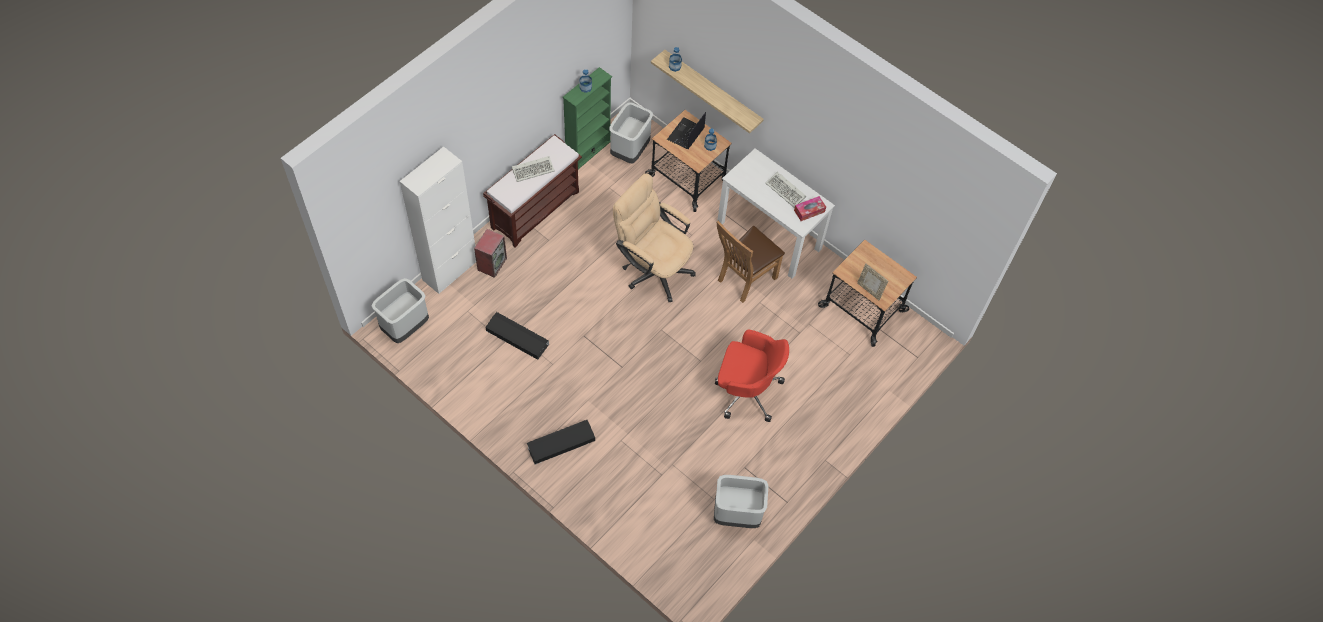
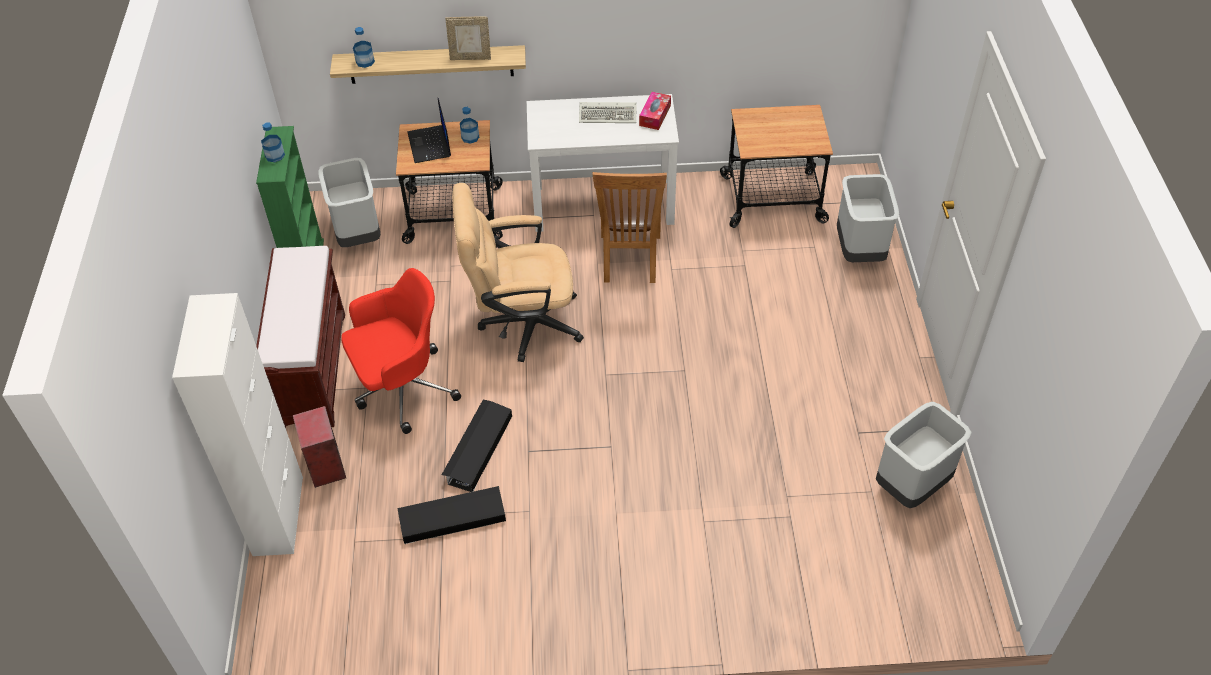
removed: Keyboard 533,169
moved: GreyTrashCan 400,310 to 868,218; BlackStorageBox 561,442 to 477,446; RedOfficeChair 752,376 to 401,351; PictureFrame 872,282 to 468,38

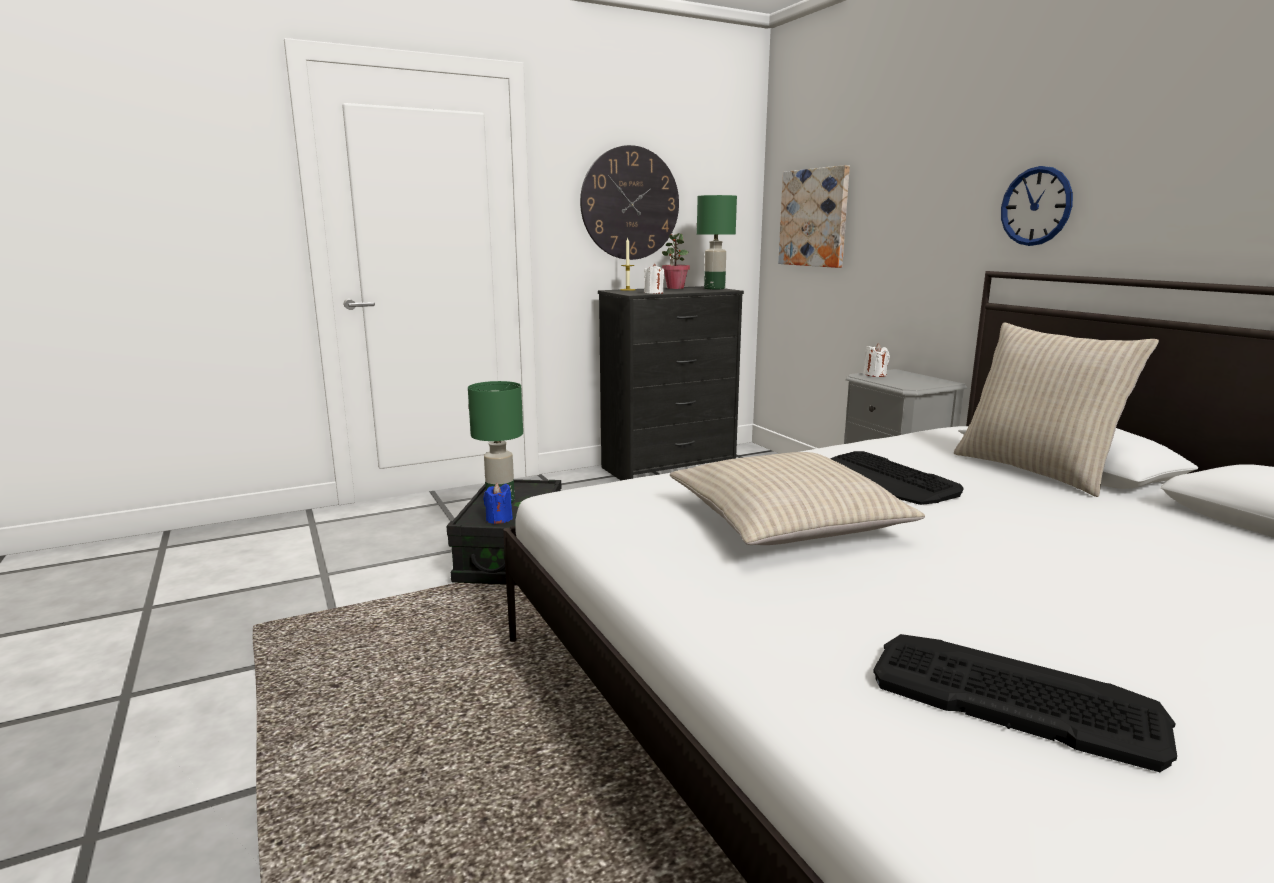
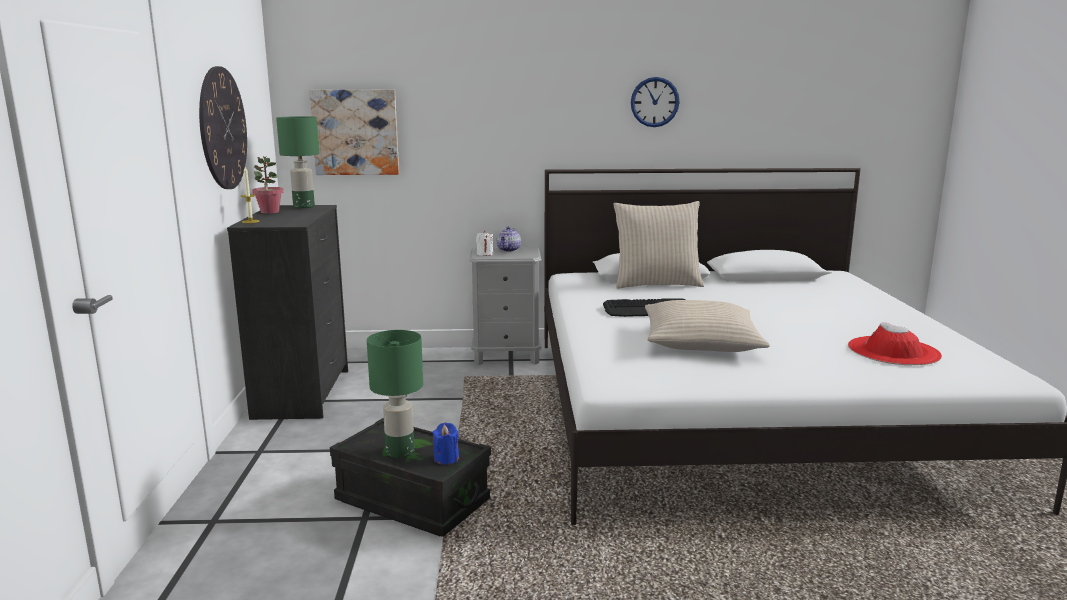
removed: WhiteCandle 654,279
added: Teapot 509,239
moved: WallClock 1037,206 to 655,102
replaced: Keyboard 1025,703 to RedHat 895,343

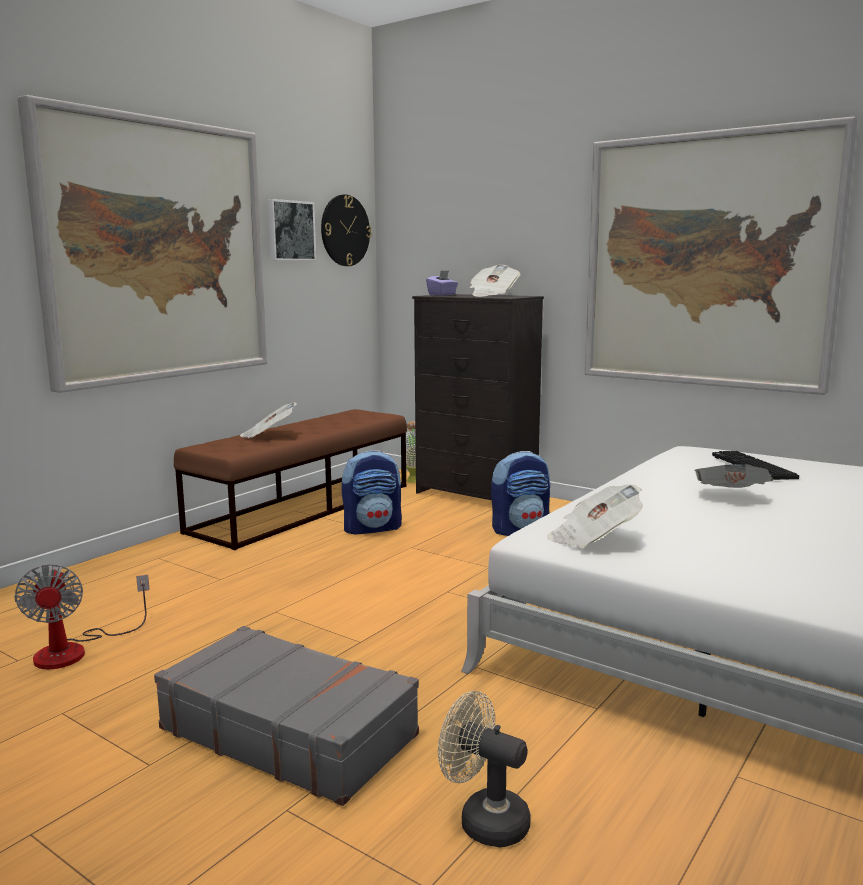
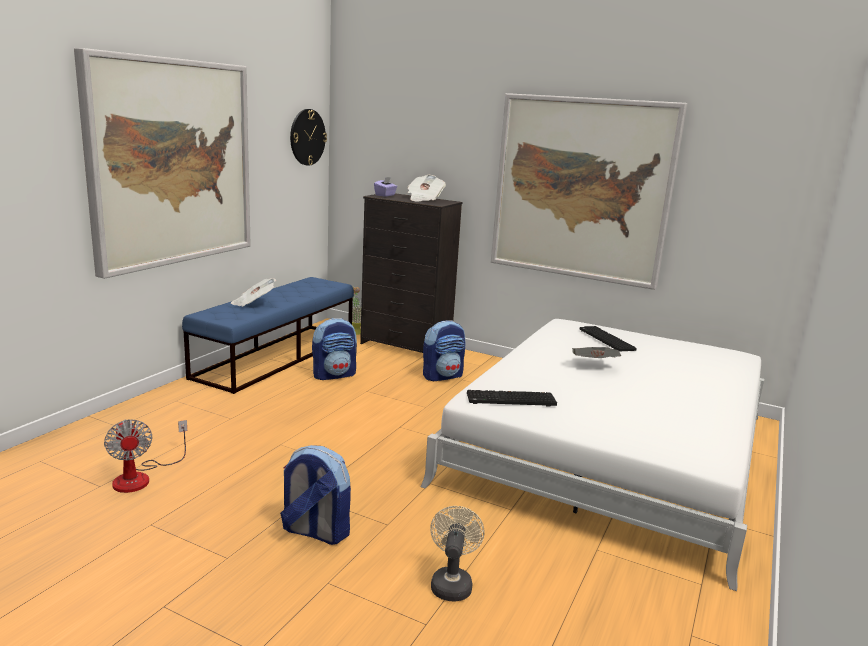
removed: Picture 291,230
replaced: GreySuitcase 286,716 to Backpack 315,495; Newspaper 595,516 to Keyboard 512,398
recoloured: BrownBench 290,479 to BlueBench 268,335
turned: BeigeFan 484,769 = 457,554 75 degrees clockwise

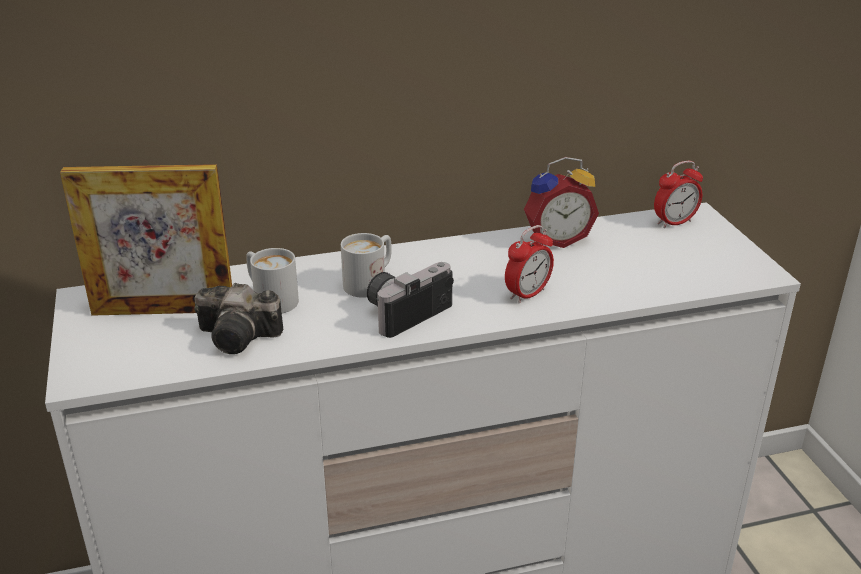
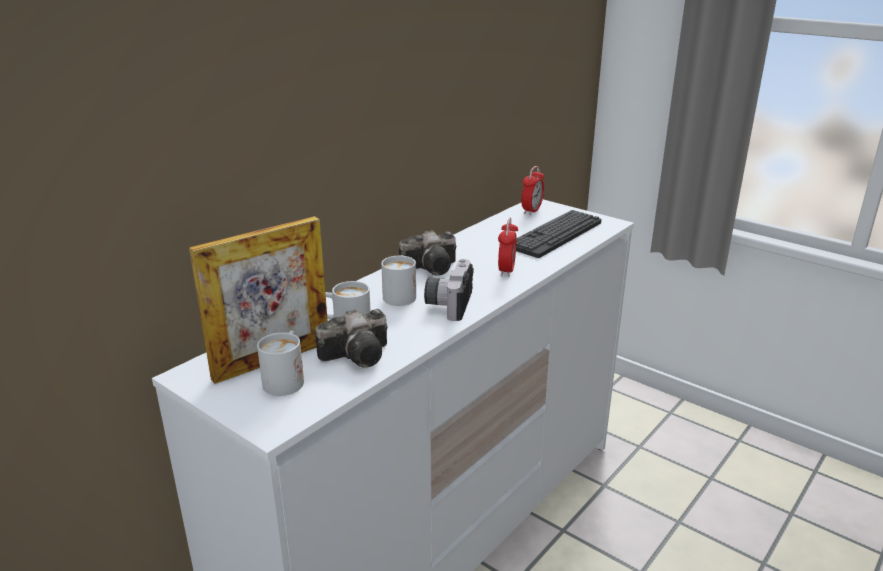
removed: AlarmClock 561,202
added: WhiteMug 280,363; PhotoCamera 427,253; Keyboard 558,234

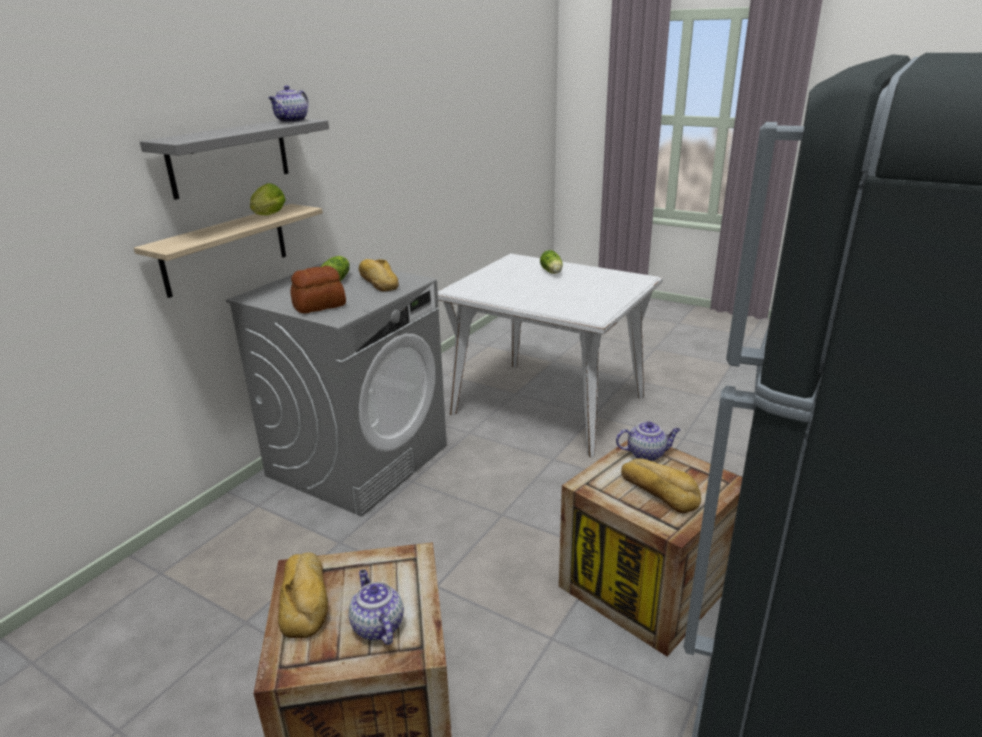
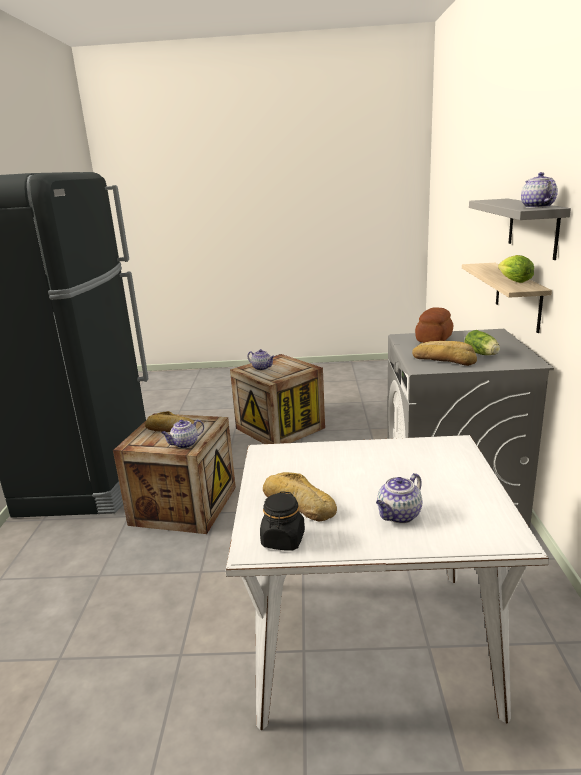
added: BlackJar 282,521
moved: Bread 303,595 to 300,496
replaced: Lettuce 551,262 to Teapot 399,498

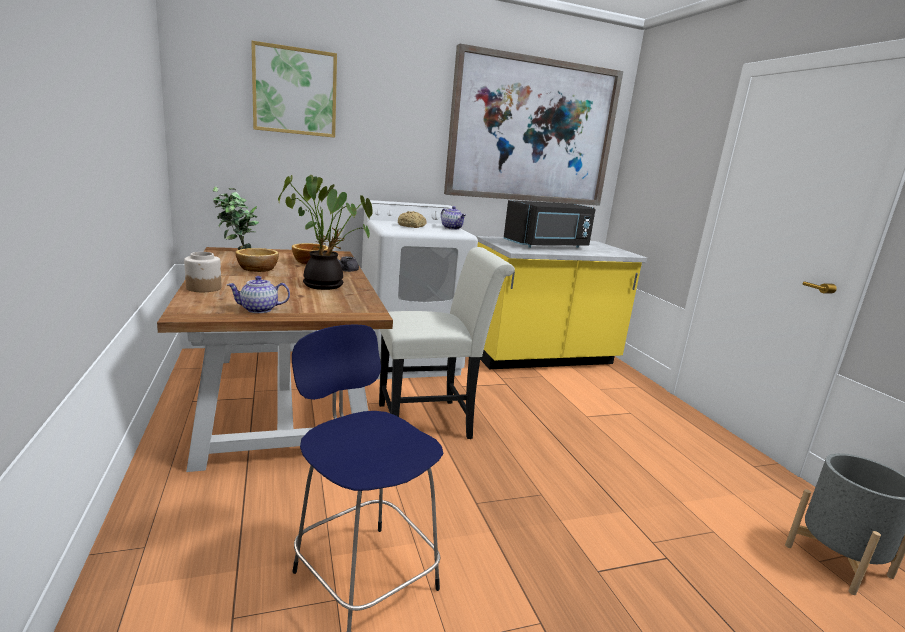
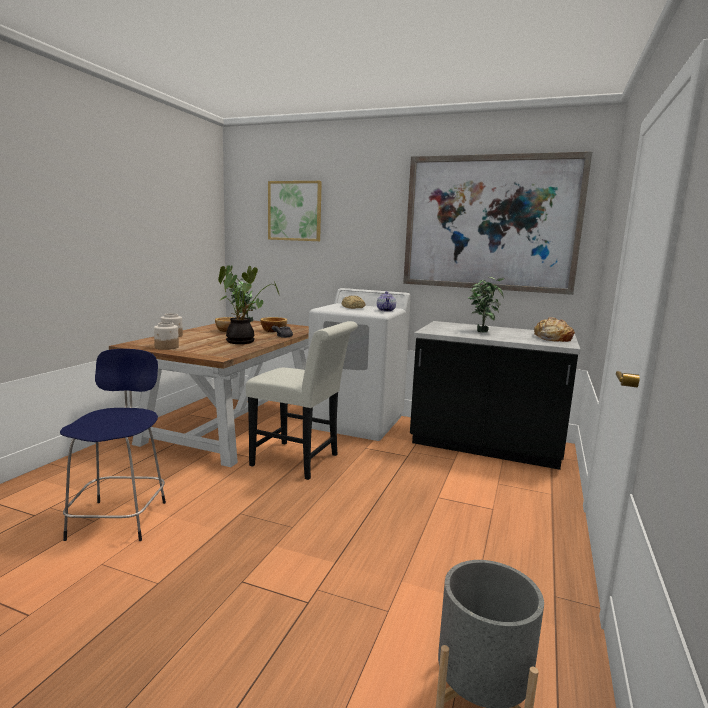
added: Bread 554,329
replaced: Teapot 258,294 to Jar 166,336; BlackMicrowave 549,224 to PottedPlant 486,304
recoloured: YellowCounter 561,302 to BlackCounter 495,395

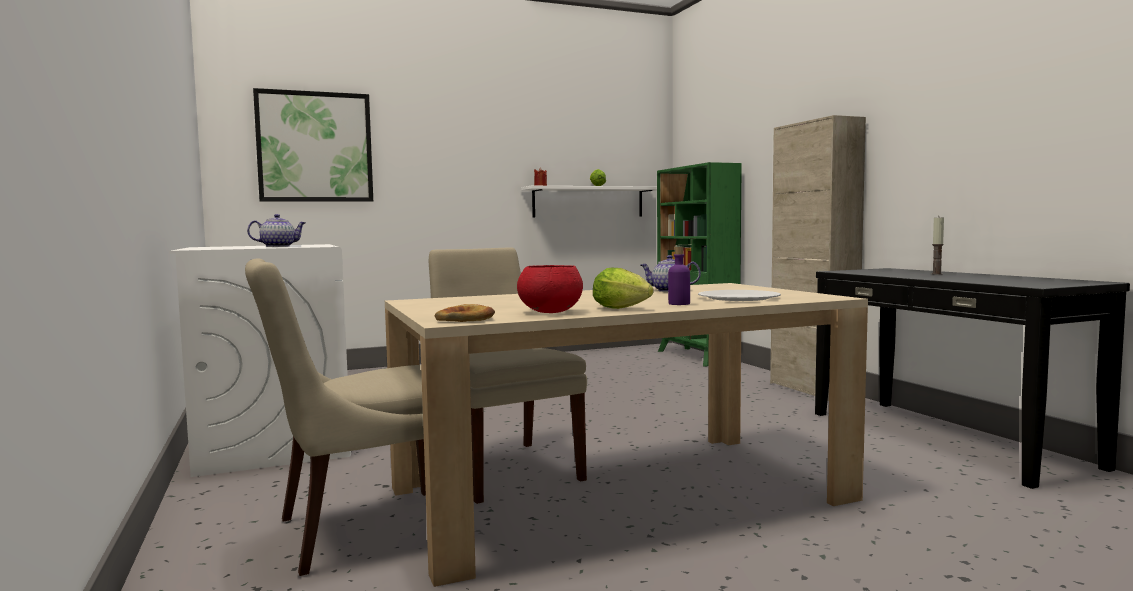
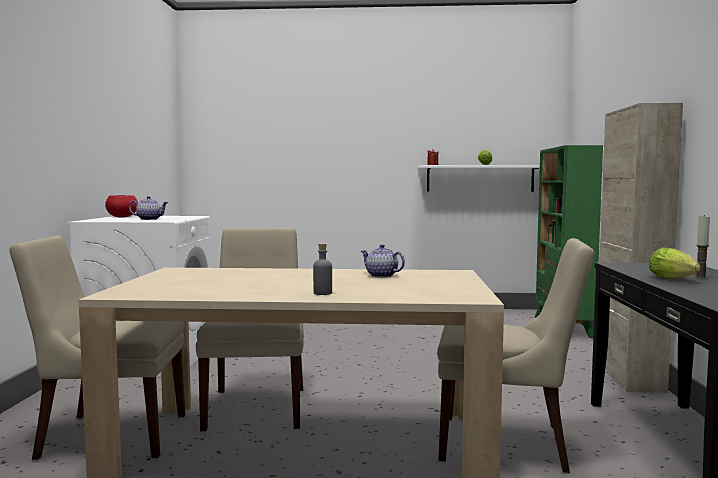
removed: Picture 313,145; Bread 465,313; WhitePlate 739,295
added: BeigeChair 516,355
moved: RedBowl 550,289 to 121,206; Lettuce 623,288 to 675,263
recoloured: PurpleBottle 679,275 to GreyBottle 322,269

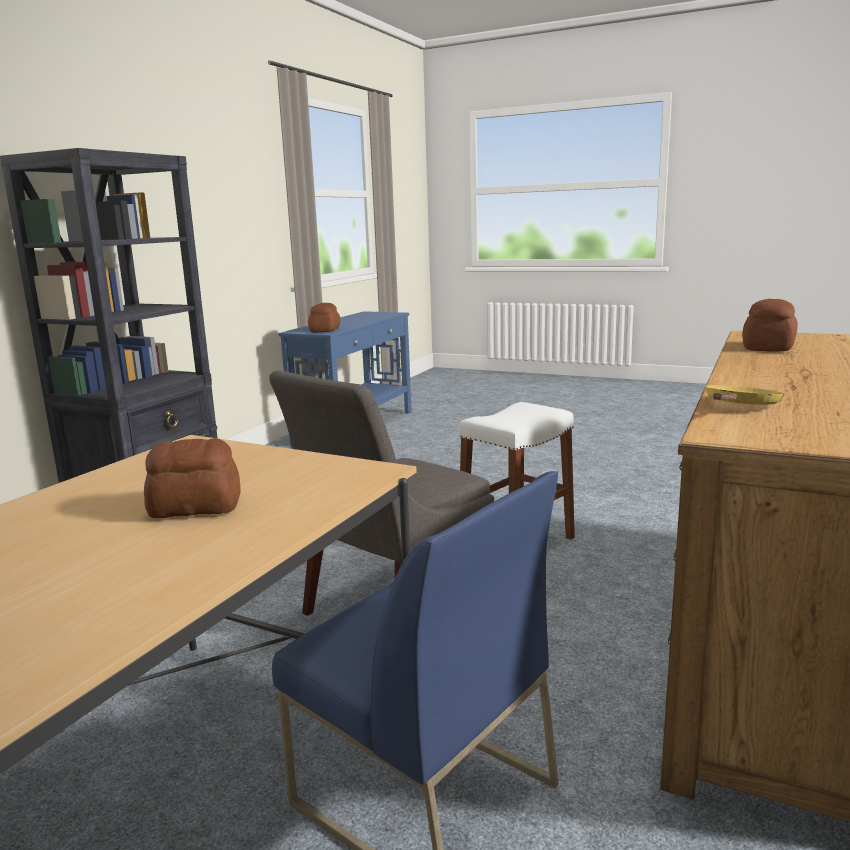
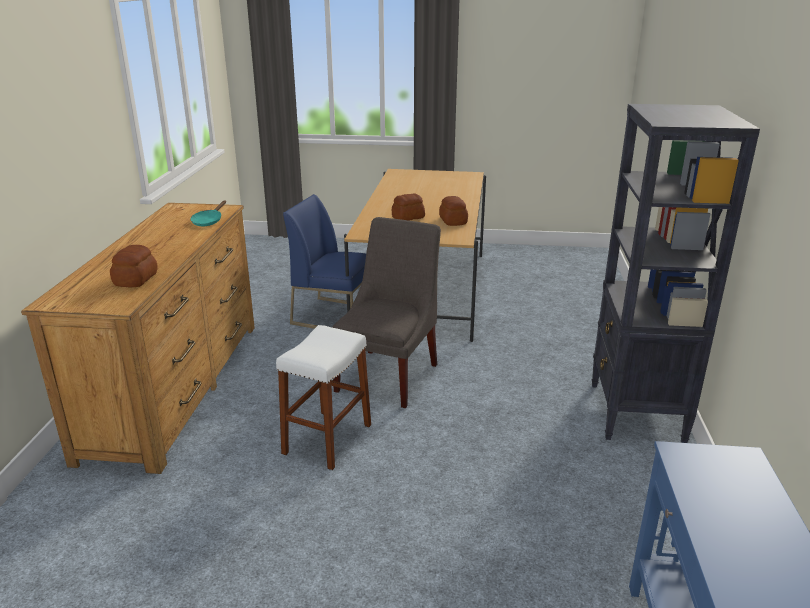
moved: Bread 324,317 to 453,211
recoloured: YellowFryingPan 745,395 to TurquoiseFryingPan 208,213

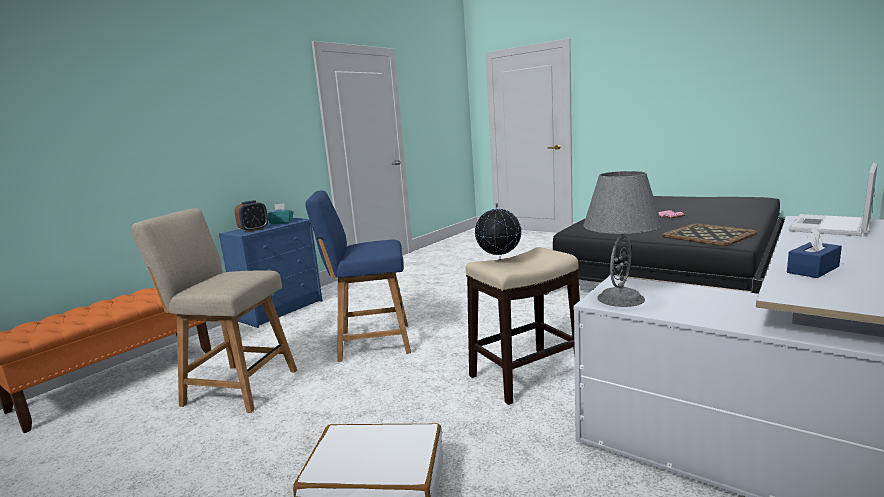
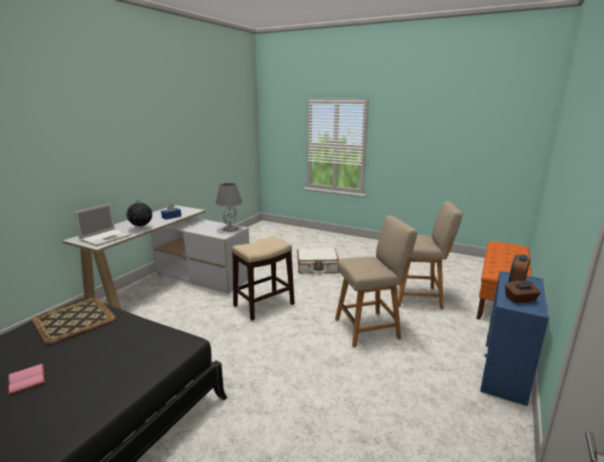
moved: Globe 498,232 to 139,214
recoloured: TurquoiseTissueBox 280,213 to BrownTissueBox 523,292; BlueChair 358,276 to BeigeChair 376,281

